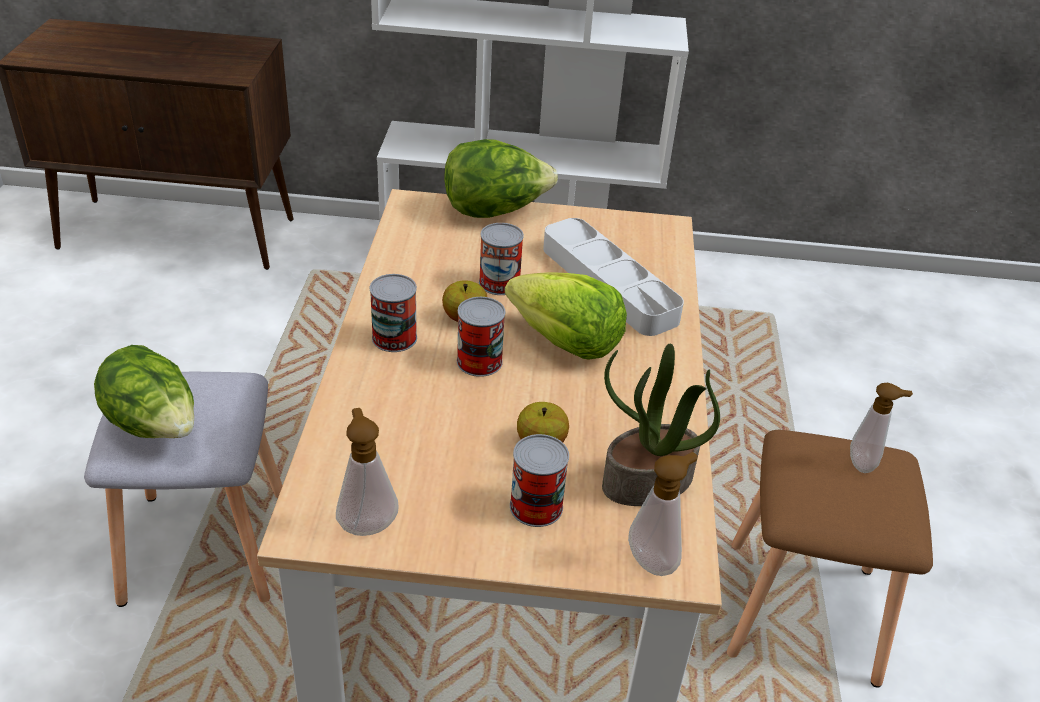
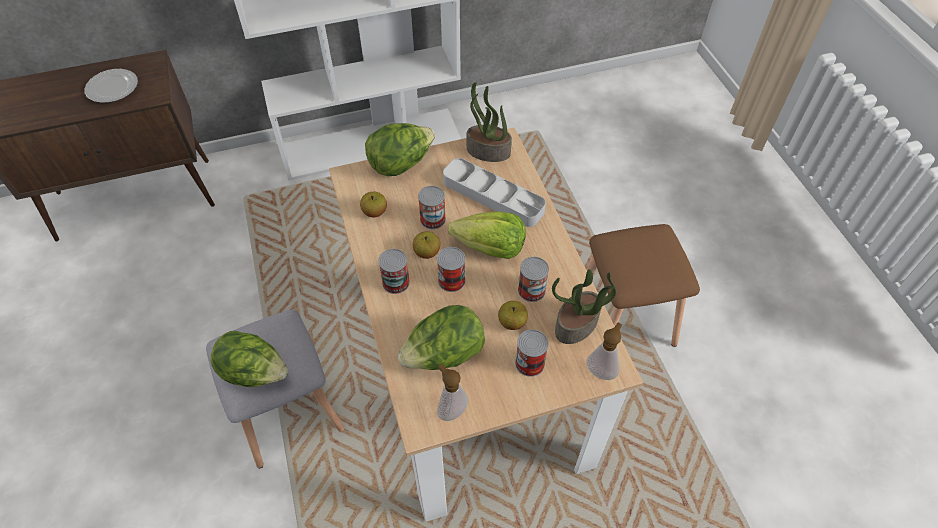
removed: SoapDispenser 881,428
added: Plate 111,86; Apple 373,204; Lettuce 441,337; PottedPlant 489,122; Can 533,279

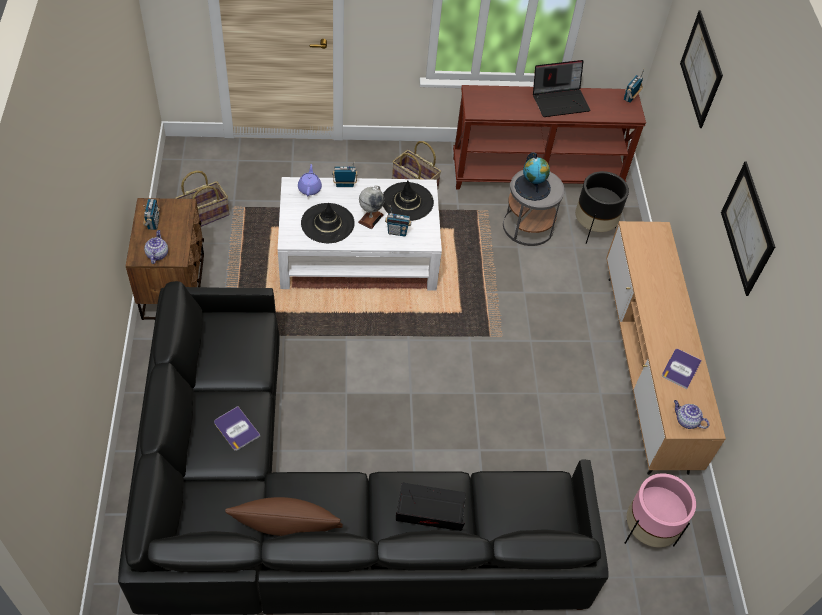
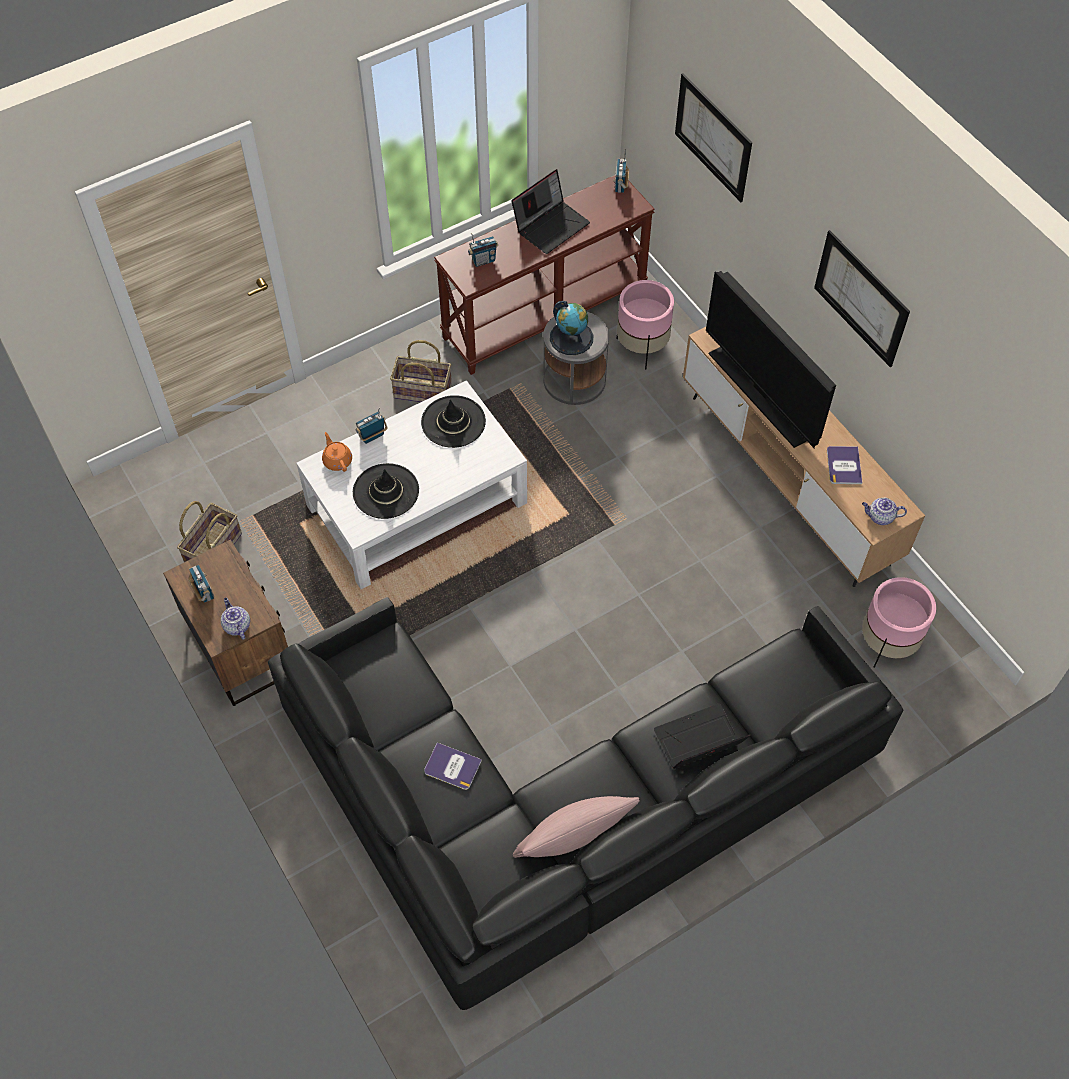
removed: Globe 371,207
added: Television 771,359
moved: Radio 398,221 to 483,250
recoloured: BrownPillow 284,516 to PinkPillow 576,827; PurpleTeapot 310,180 to OrangeTeapot 337,452; BlackPlanter 602,207 to PinkPlanter 645,325

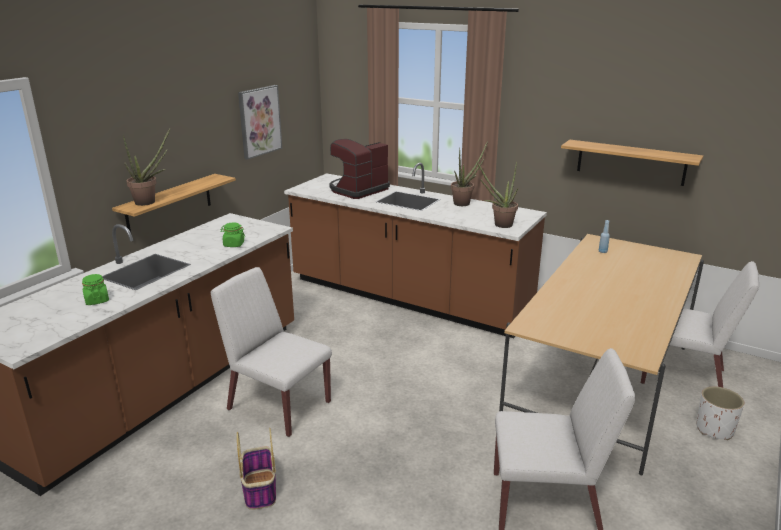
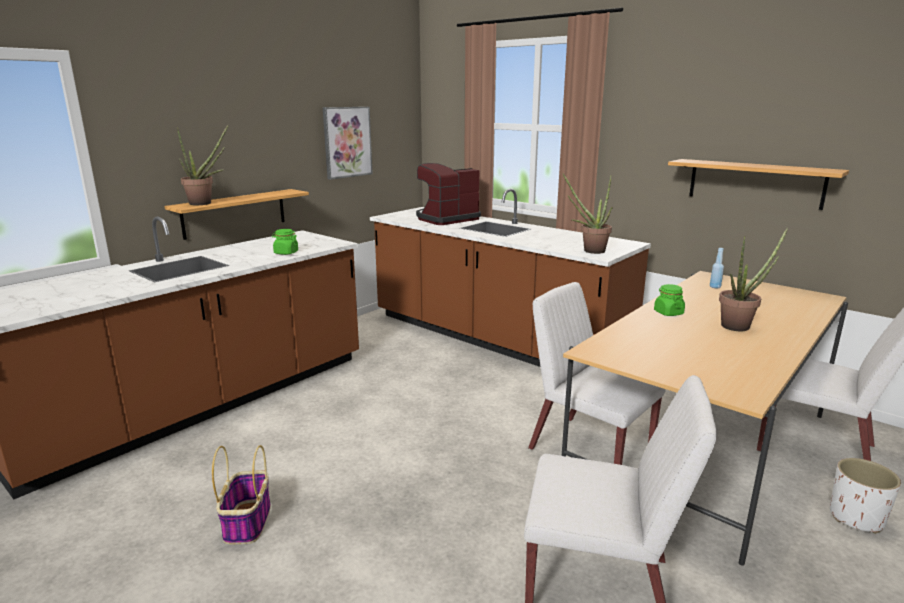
moved: GreenJar 95,289 to 669,300; WhiteChair 271,352 to 597,373; PottedPlant 469,173 to 753,279

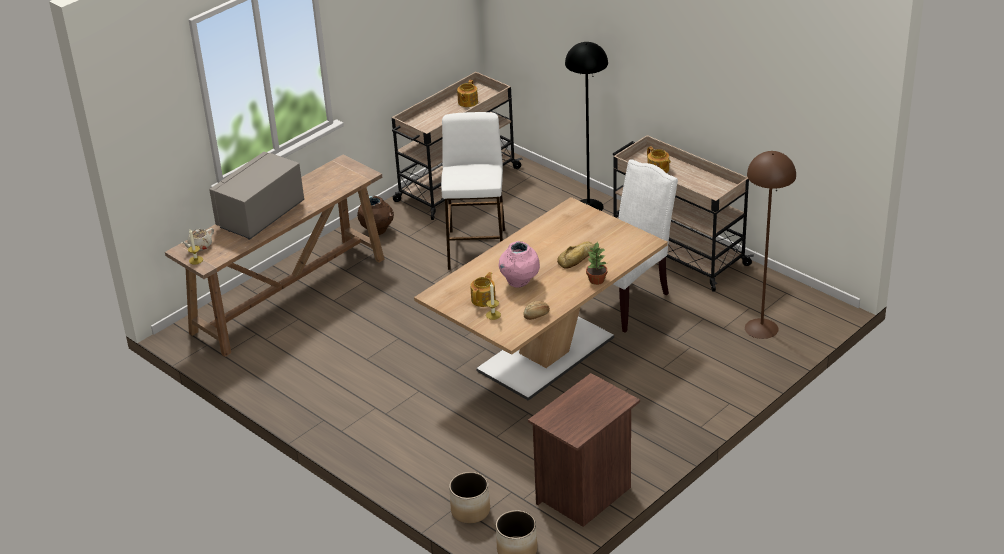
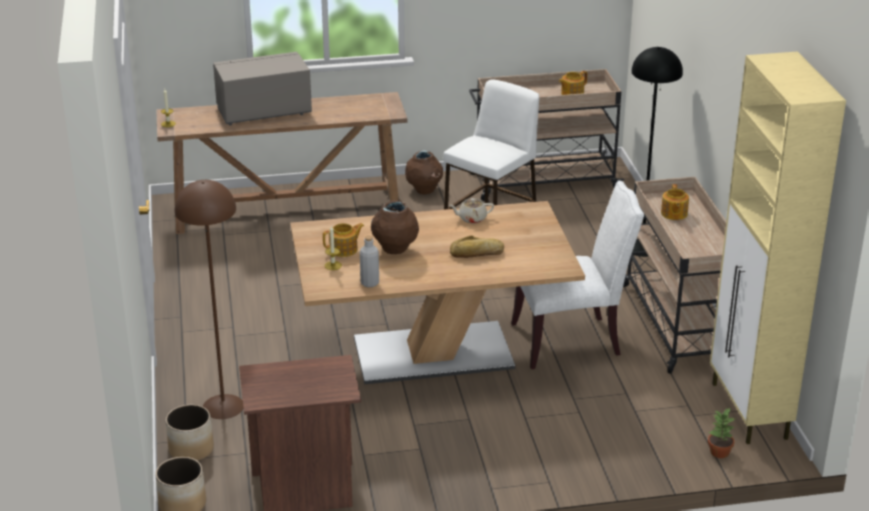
added: BeigeCabinet 778,247
moved: BeigeTeapot 198,239 to 471,210; PottedPlant 596,263 to 721,432; BrownFloorLamp 770,245 to 209,299
replaced: Bread 536,310 to GreyBottle 369,261
recoloured: PinkVase 519,264 to BrownVase 395,227

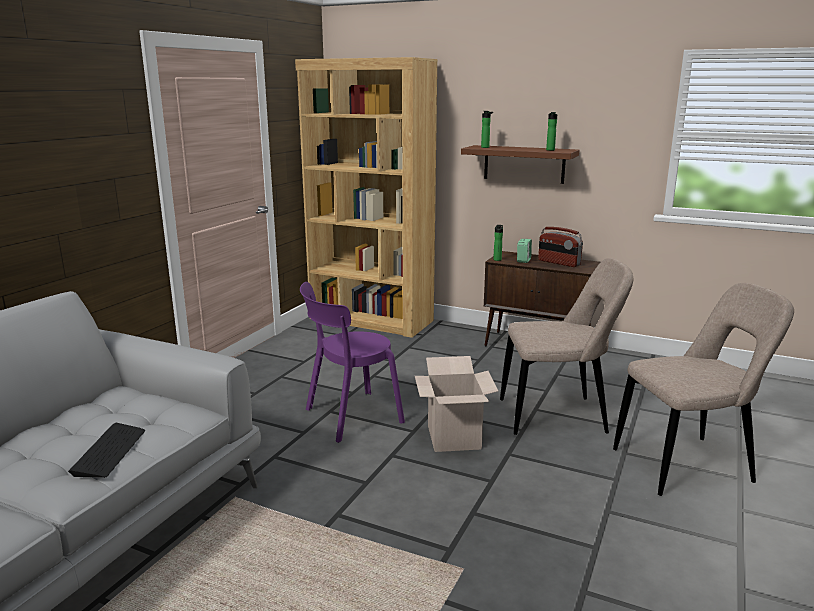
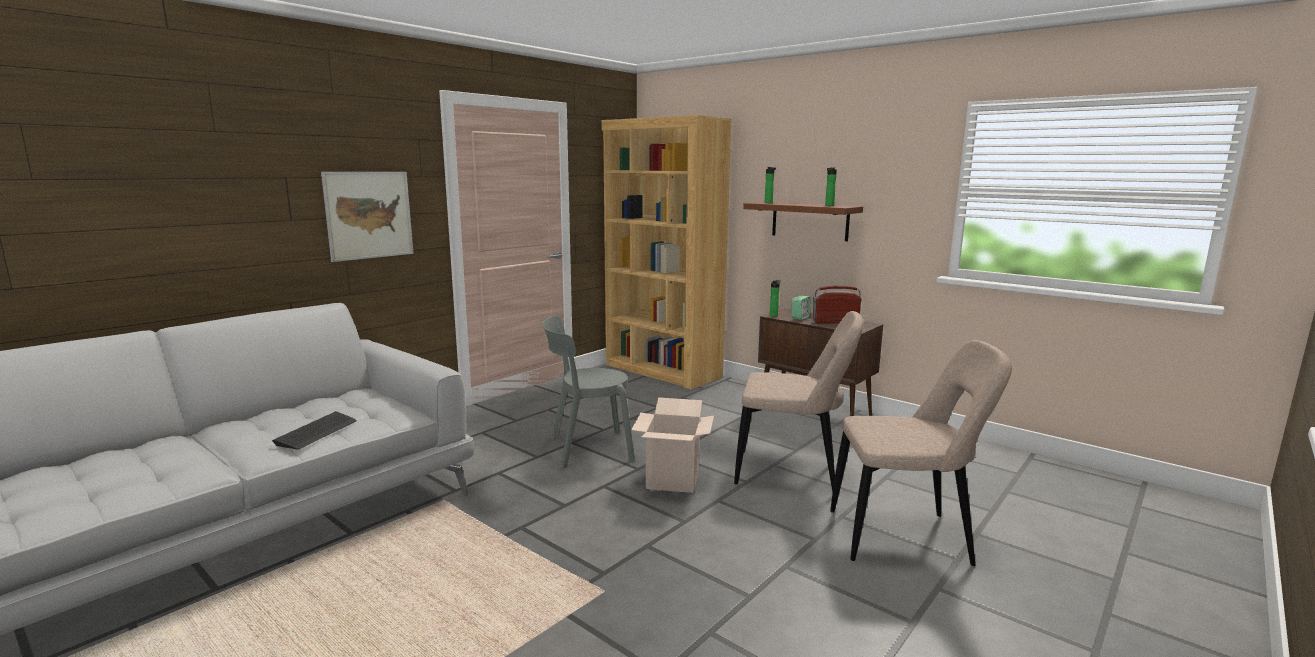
added: Picture 367,217
recoloured: PurpleChair 352,362 to GreyChair 588,392
turned: Radio 560,247 = 837,305 120 degrees clockwise

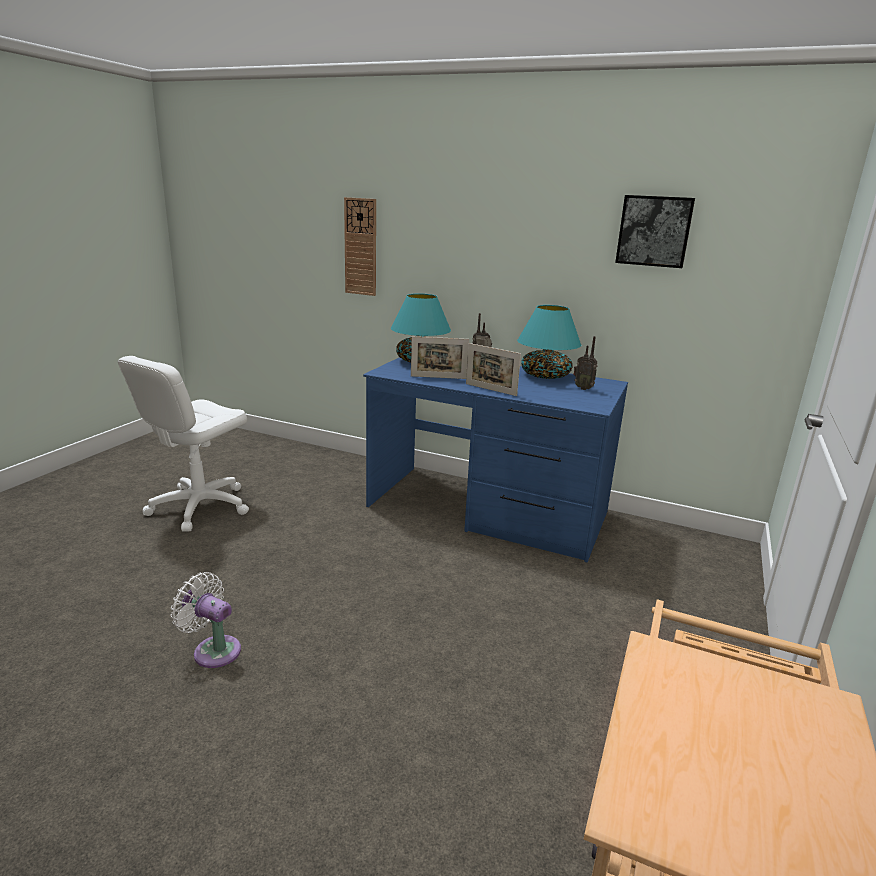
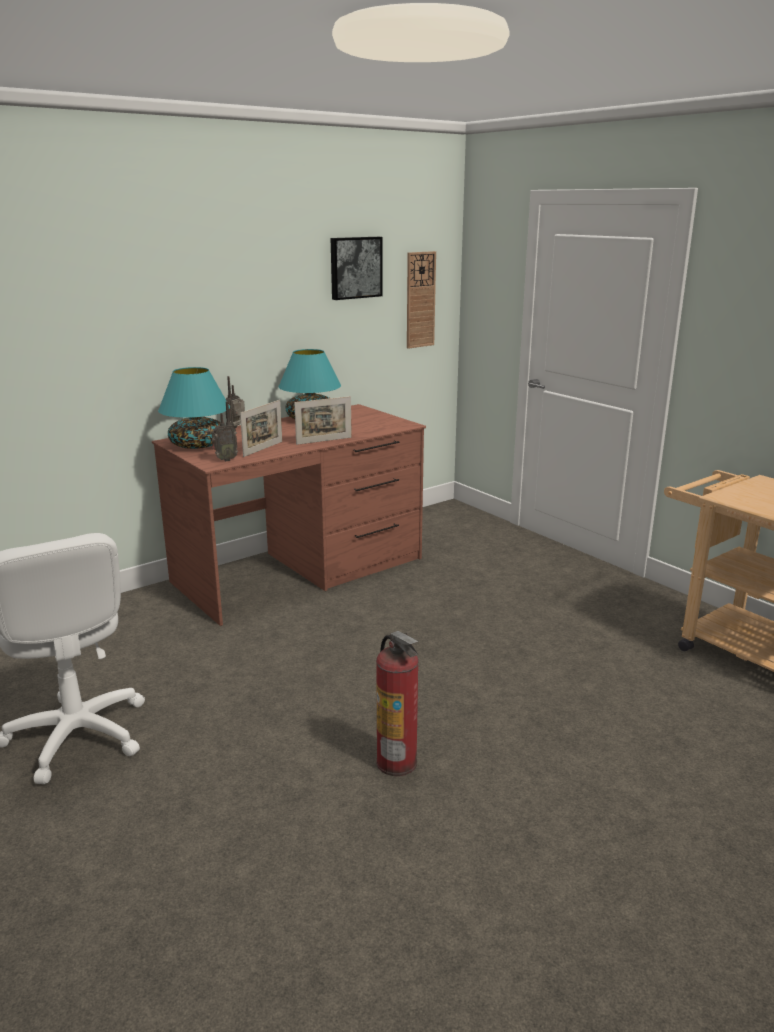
moved: WallClock 360,246 to 421,300; Radio 585,363 to 225,431
replaced: WhiteFan 206,620 to FireExtinguisher 397,703
recoloured: BlueDesk 495,459 to BrownDesk 289,515

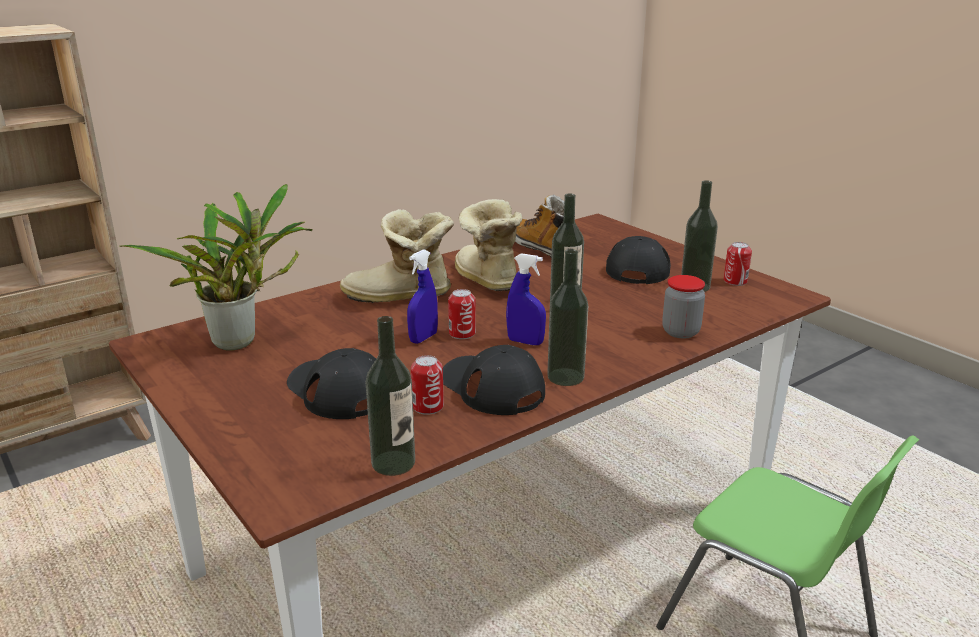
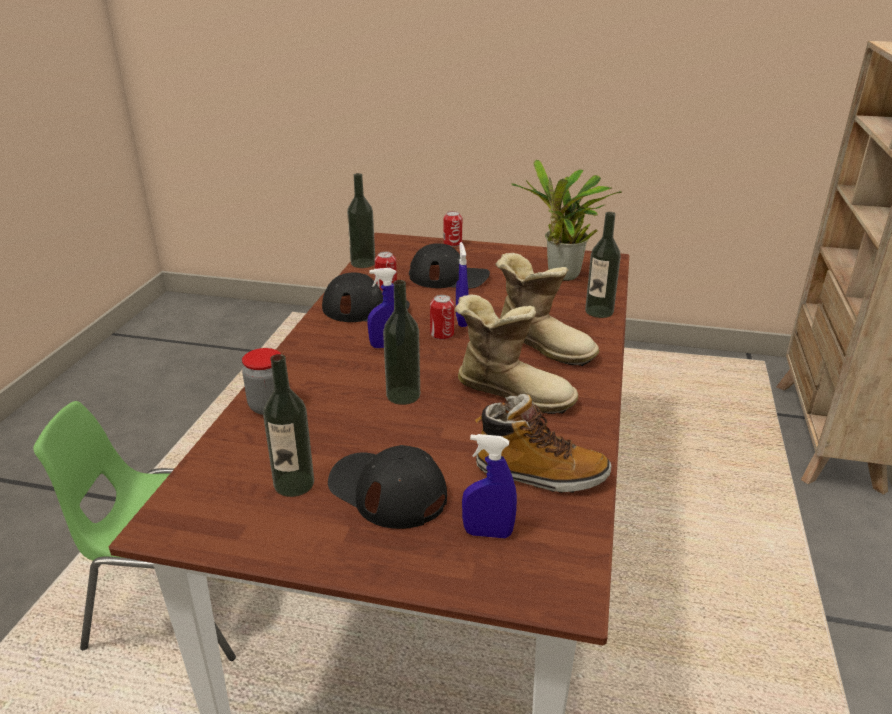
added: BlueSprayBottle 489,486
moved: Bottle 567,317 to 603,265; Can 738,264 to 452,229
turned: Boot 397,256 = 547,309 75 degrees clockwise; BlackCap 638,260 = 387,487 150 degrees clockwise

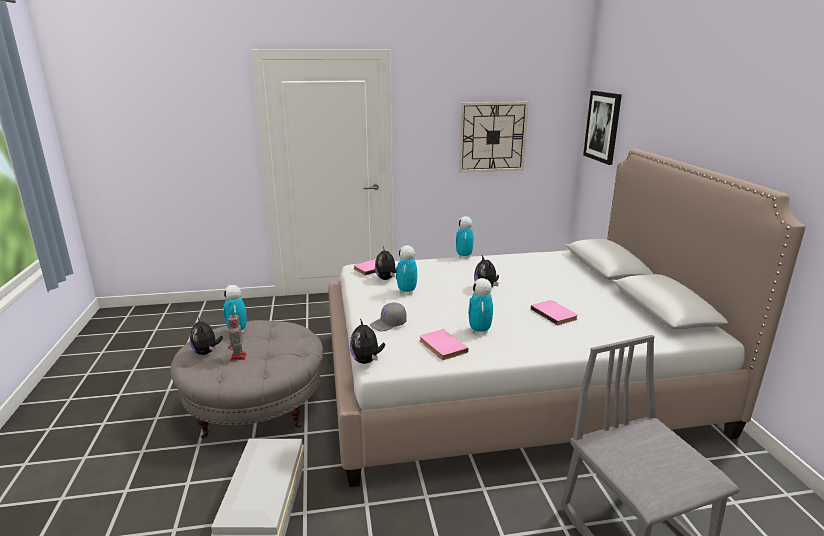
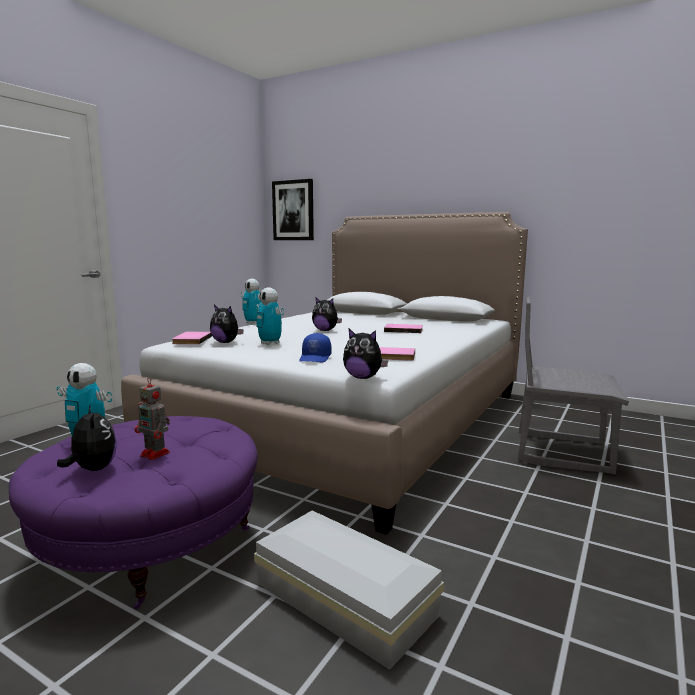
removed: WallClock 493,137; ToyRobot 480,306
recoloured: GreyOttoman 246,379 to PurpleOttoman 133,513; GreyCap 388,317 to BlueCap 315,347
turned: PlushToy 206,335 = 87,437 135 degrees counterclockwise

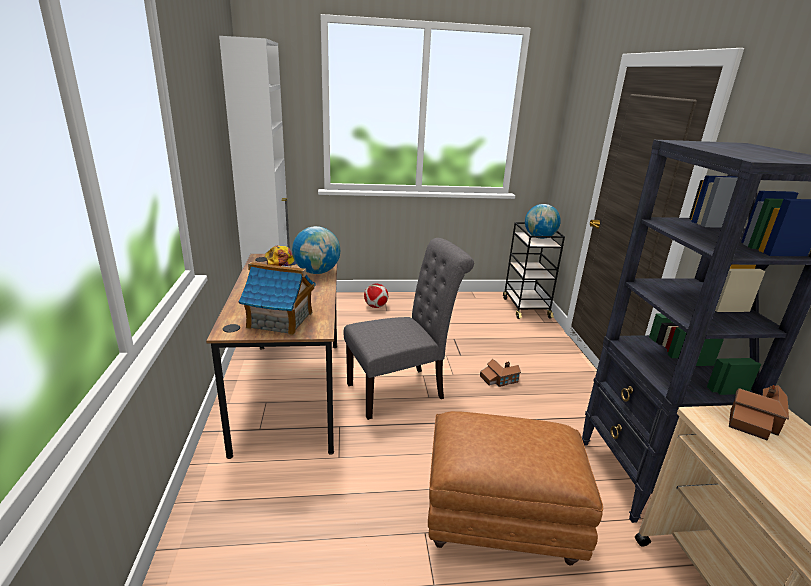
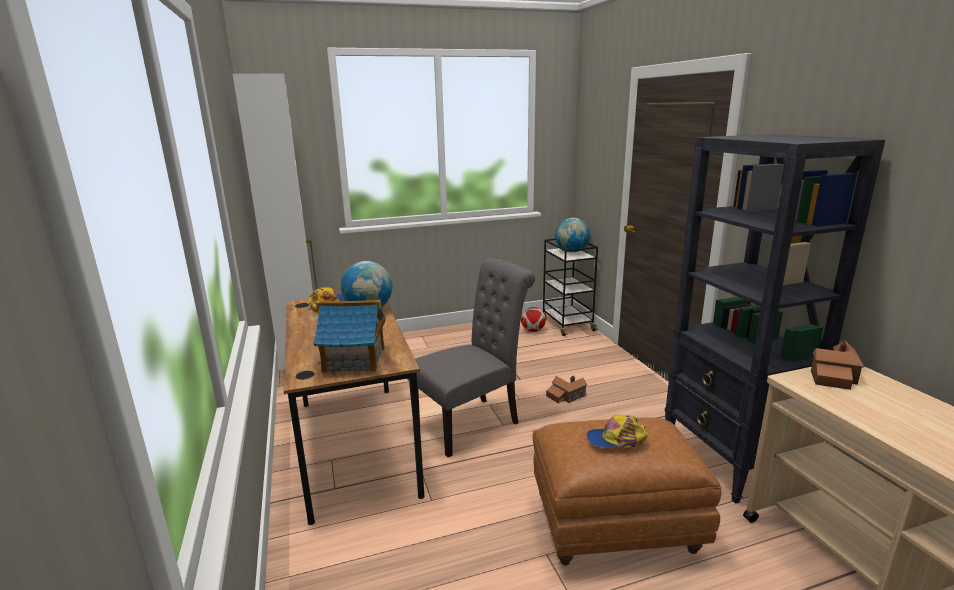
added: Cap 617,431
moved: Football 376,296 to 533,319

